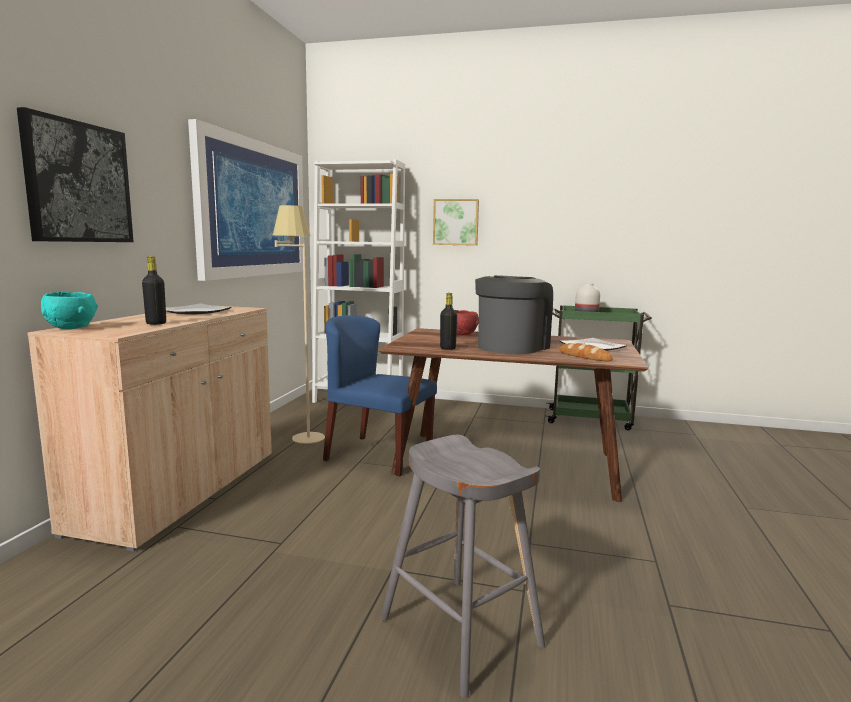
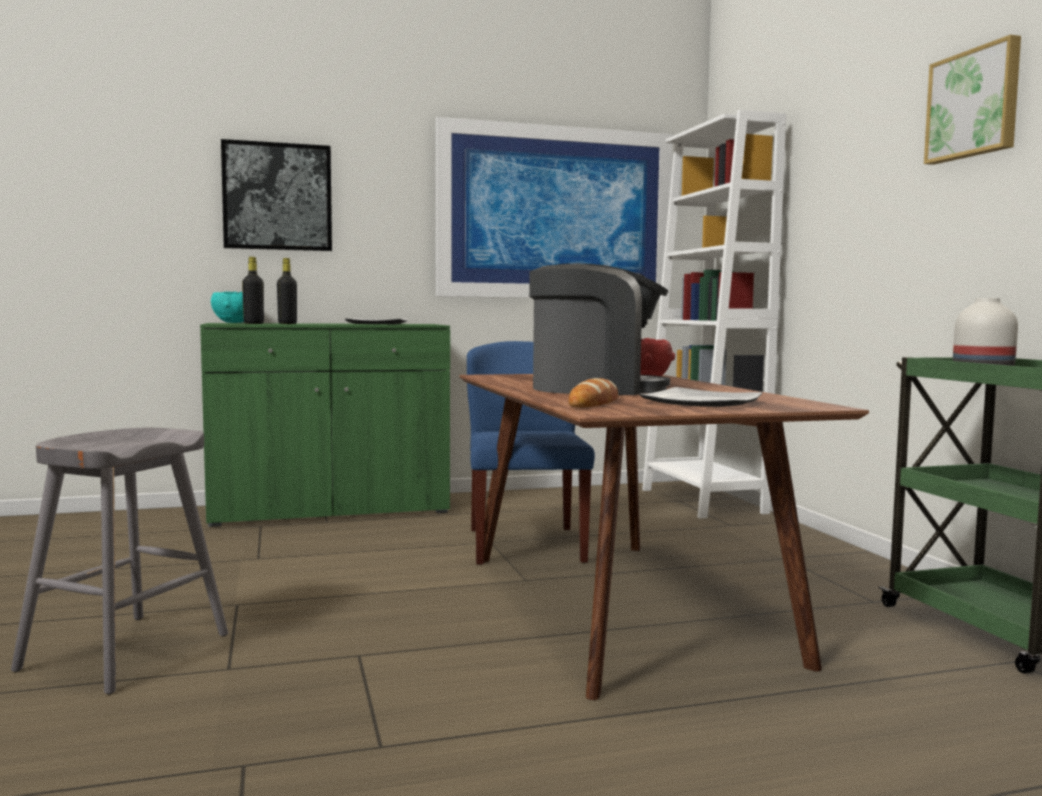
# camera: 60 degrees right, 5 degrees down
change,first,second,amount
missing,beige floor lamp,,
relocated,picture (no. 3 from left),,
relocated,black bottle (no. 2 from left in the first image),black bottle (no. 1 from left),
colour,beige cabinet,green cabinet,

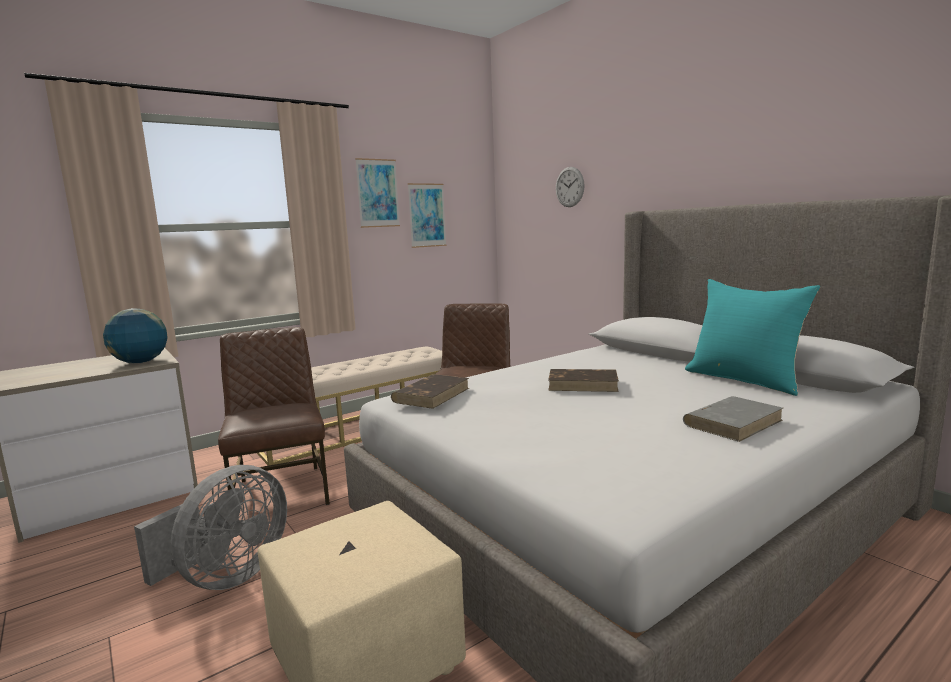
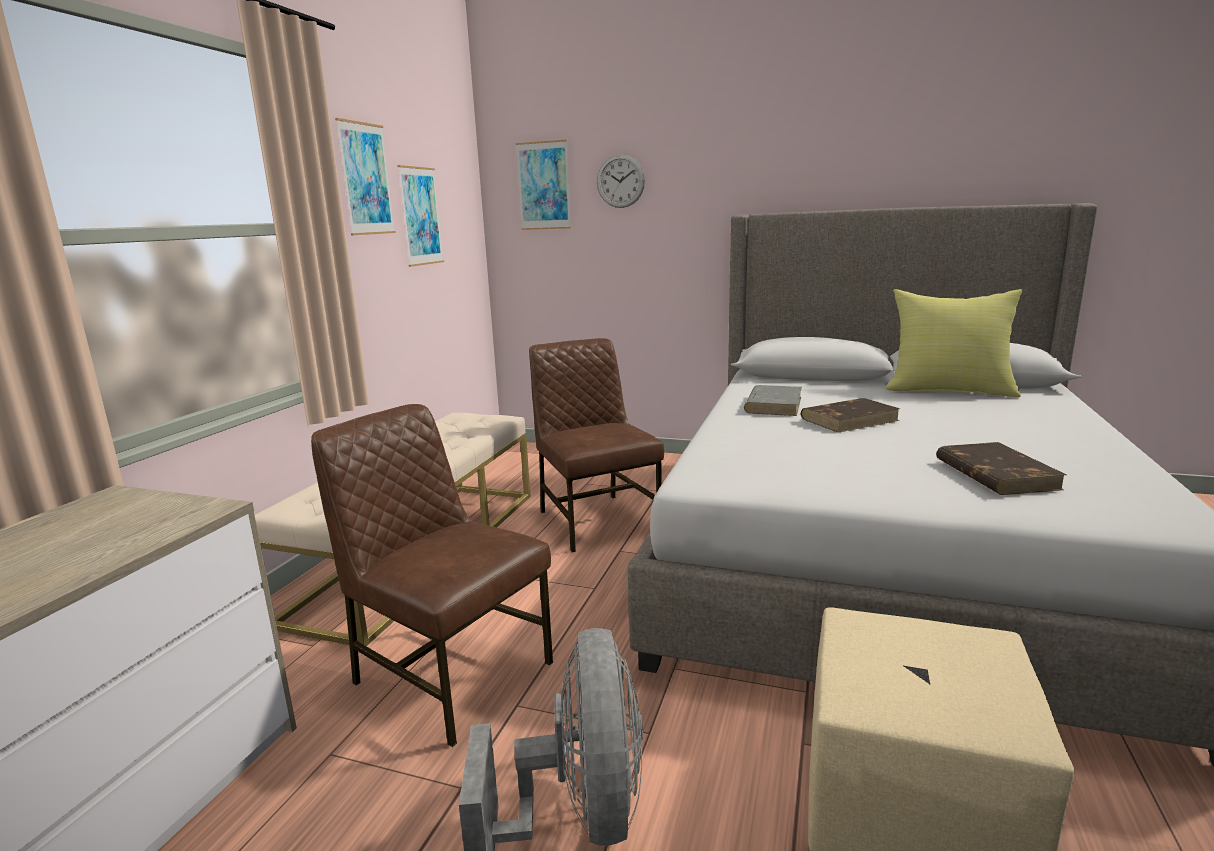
# camera: 35 degrees left, 5 degrees up
change,first,second,amount
missing,globe,,
appeared,,picture (no. 3 from left),
relocated,brown book (no. 1 from left in the first image),brown book (no. 2 from left),
relocated,grey book,,
colour,turquoise pillow,yellow pillow,

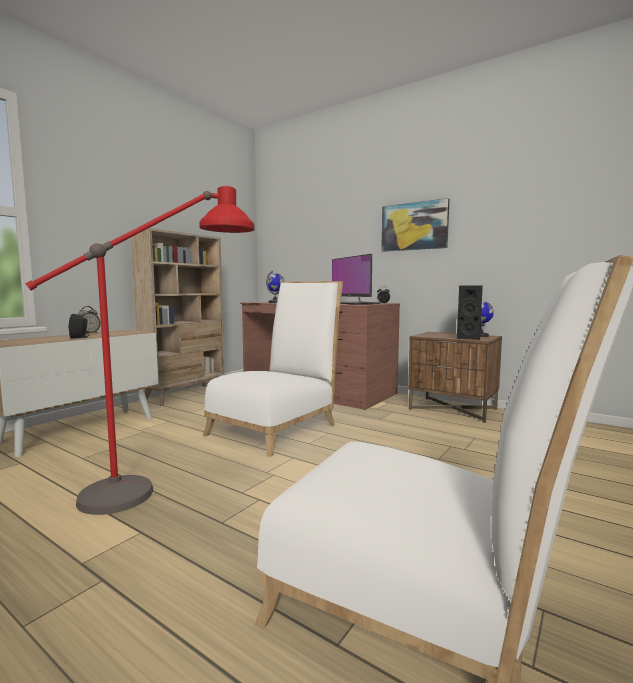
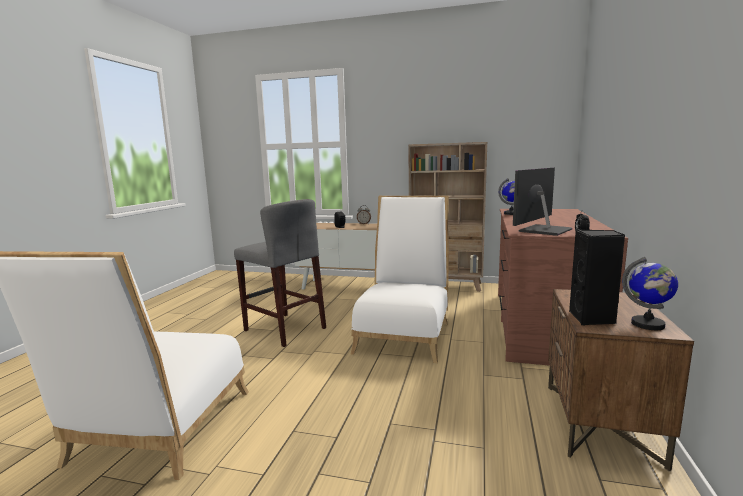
# camera: 70 degrees right, 5 degrees up
change,first,second,amount
missing,picture,,
exchanged,red floor lamp,grey stool,
spun,white chair (no. 1 from left in the first image),white chair (no. 2 from left),90 degrees counterclockwise

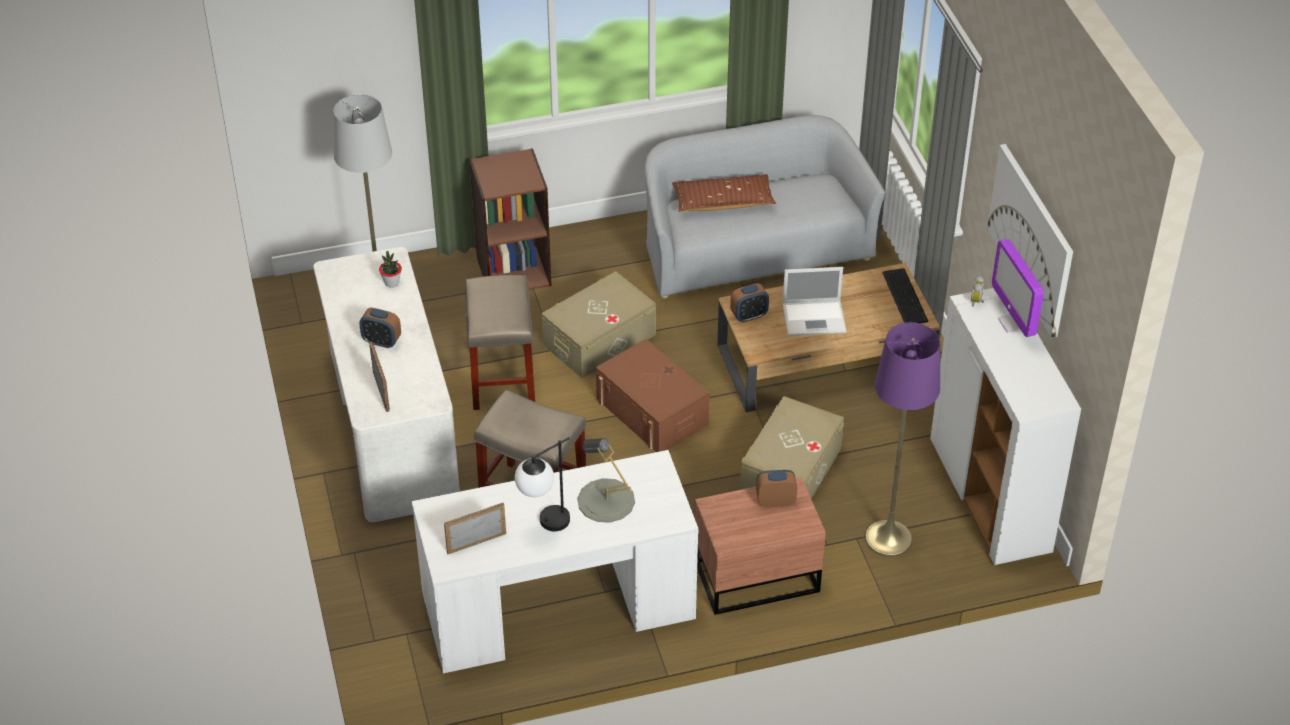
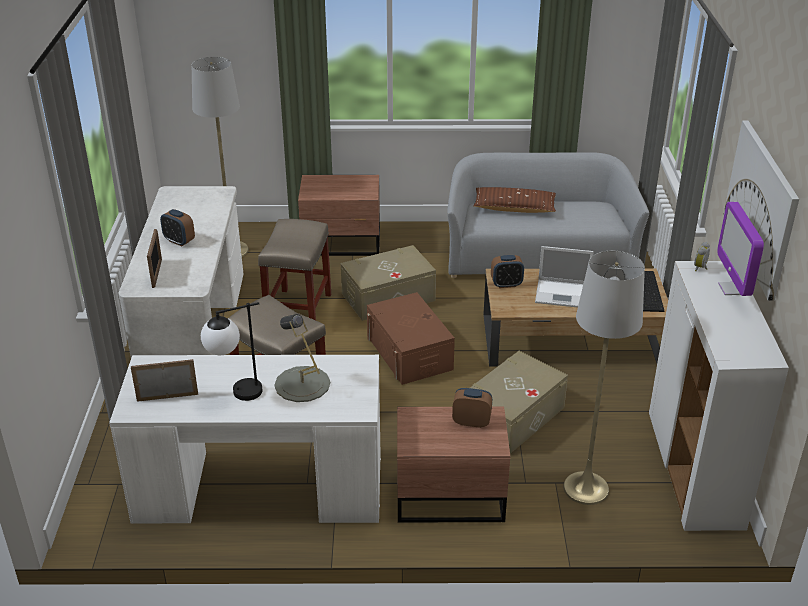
# camera: 15 degrees right, 10 degrees down
change,first,second,amount
missing,potted plant,,
exchanged,brown bookcase,brown nightstand (no. 1 from left),
colour,purple floor lamp,grey floor lamp (no. 2 from left),

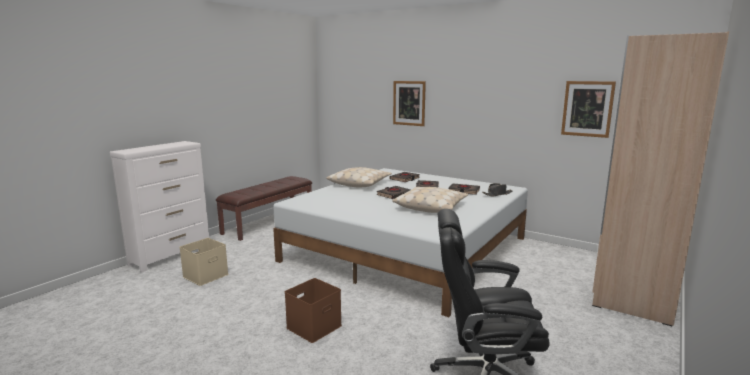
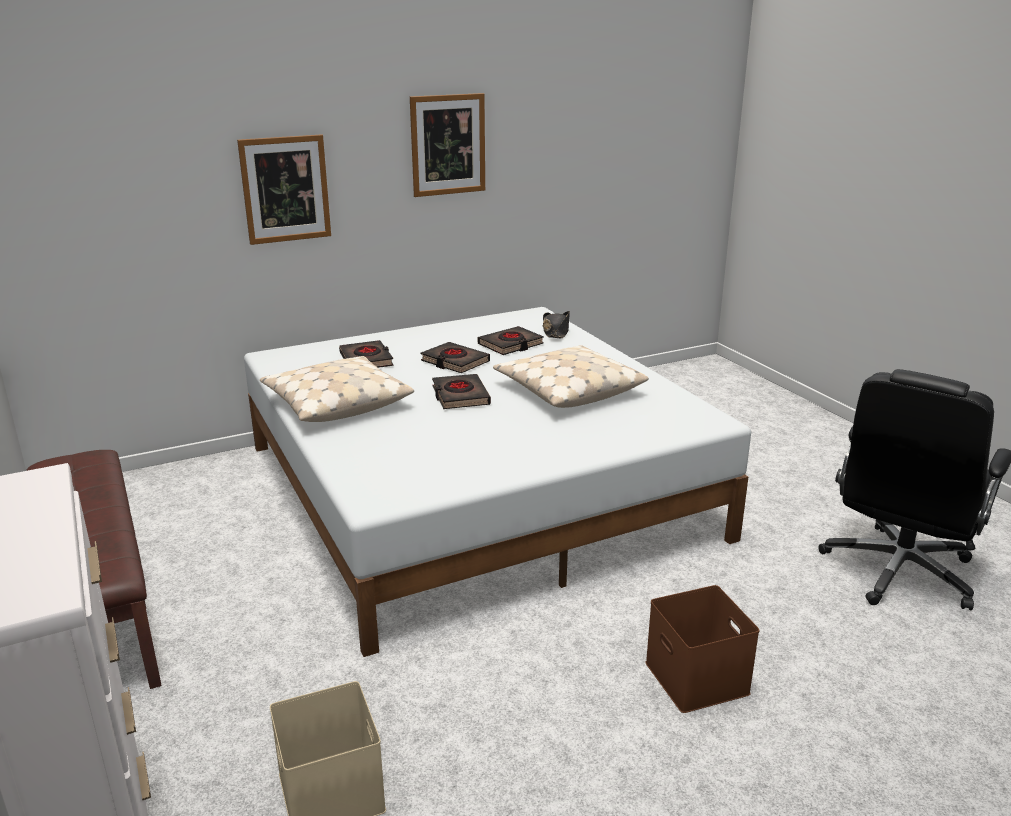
# camera: 60 degrees left, 10 degrees up
change,first,second,amount
missing,beige wardrobe,,
relocated,picture (no. 2 from left),,

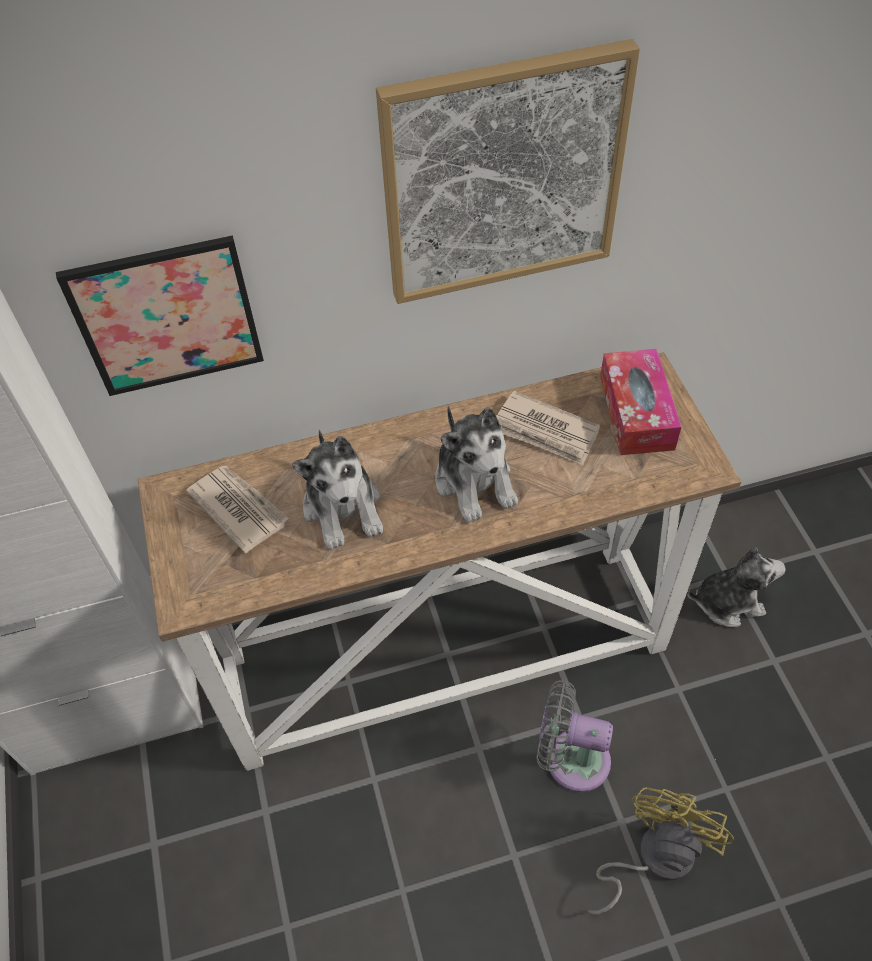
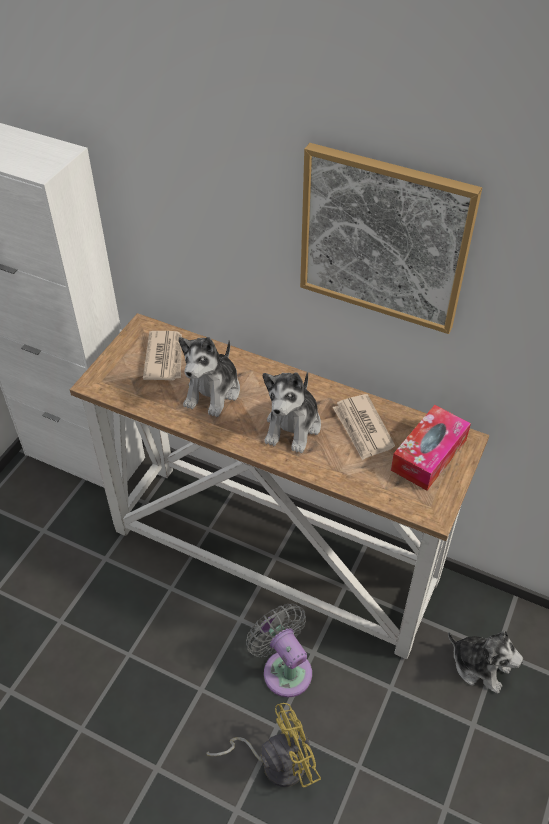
# camera: 40 degrees right, 5 degrees down
change,first,second,amount
missing,picture (no. 1 from left),,

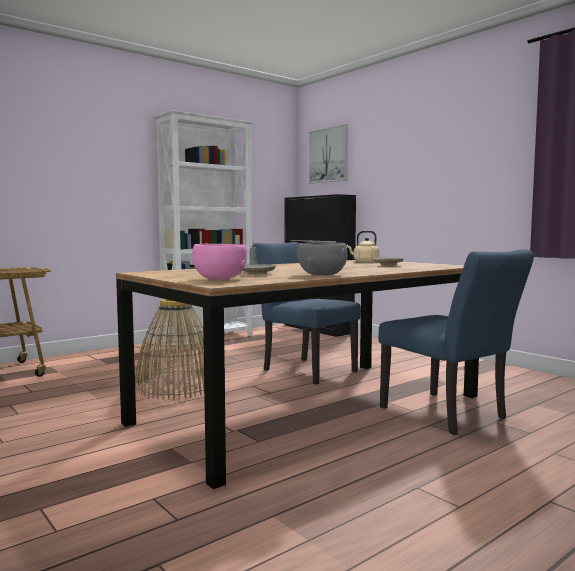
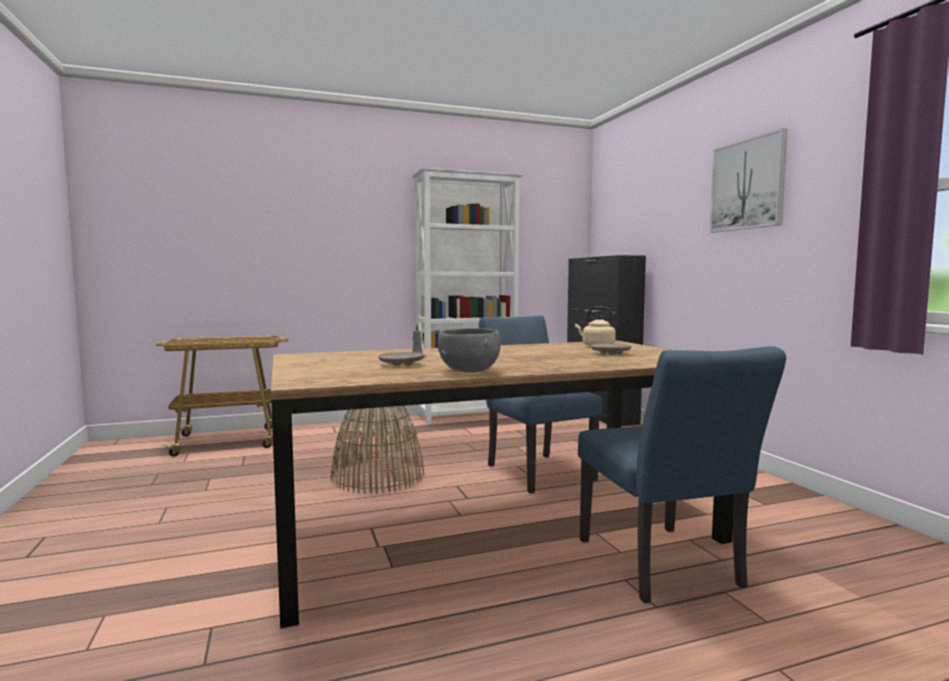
# camera: 20 degrees right, 0 degrees up
change,first,second,amount
missing,pink bowl,,
relocated,picture,,

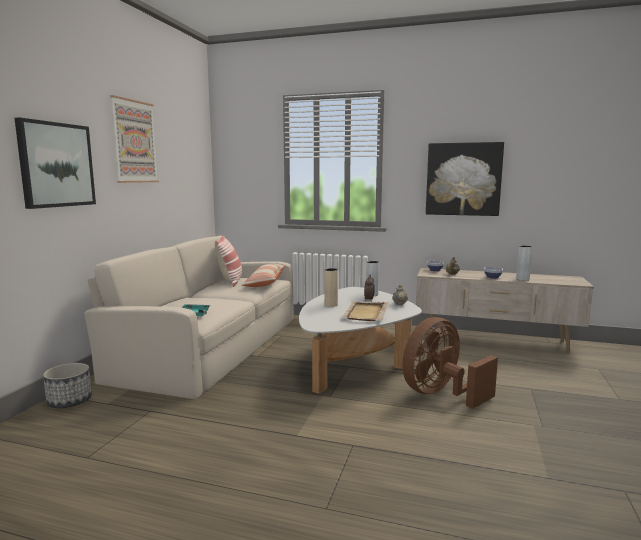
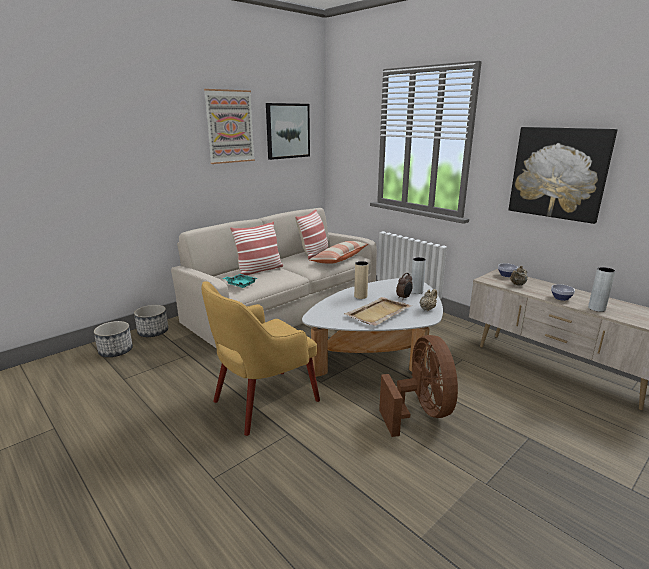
# camera: 30 degrees right, 10 degrees up
change,first,second,amount
appeared,,planter (no. 1 from left),
appeared,,yellow armchair,
appeared,,pillow (no. 1 from left),
relocated,picture (no. 1 from left in the first image),picture (no. 2 from left),
spun,brown fan,,90 degrees clockwise

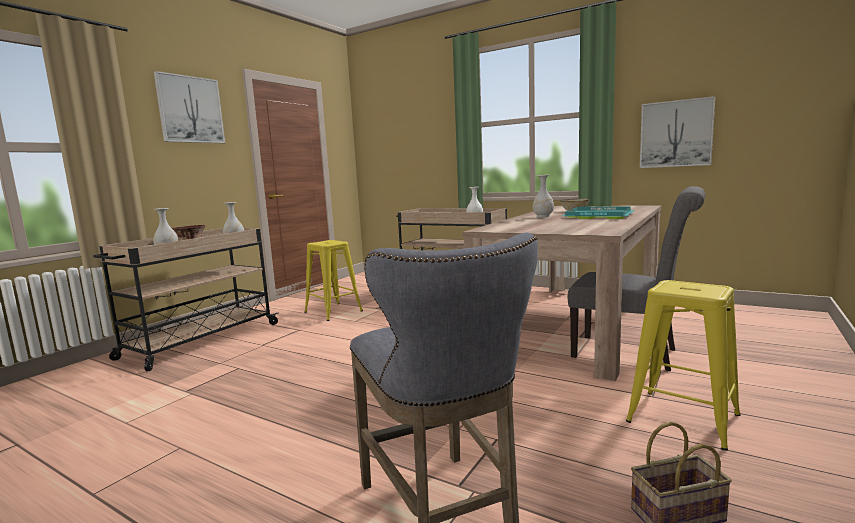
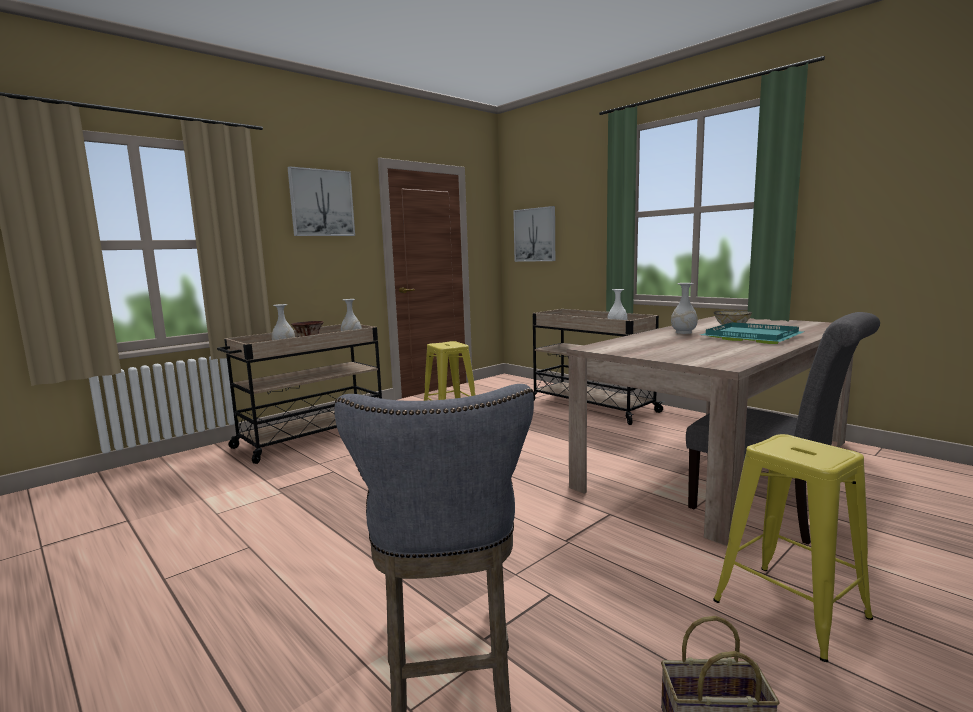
# camera: 15 degrees right, 0 degrees up
change,first,second,amount
relocated,picture (no. 2 from left),,

